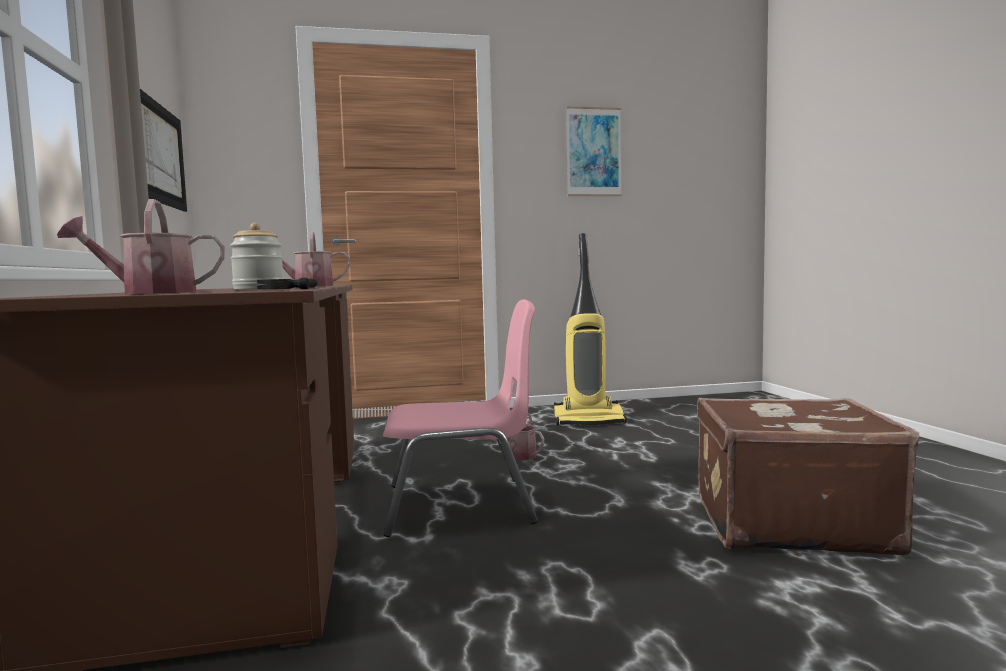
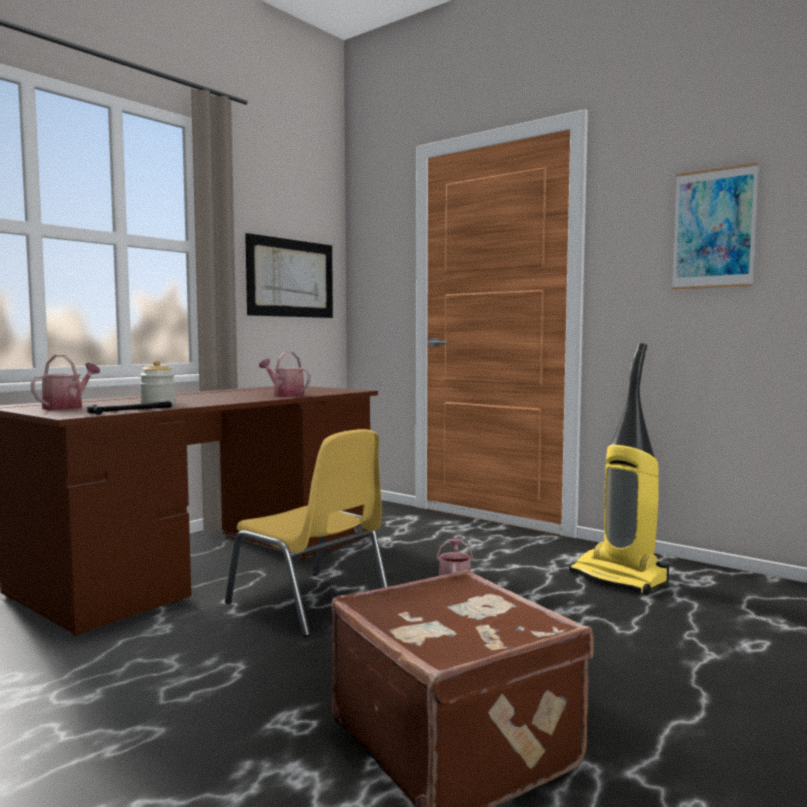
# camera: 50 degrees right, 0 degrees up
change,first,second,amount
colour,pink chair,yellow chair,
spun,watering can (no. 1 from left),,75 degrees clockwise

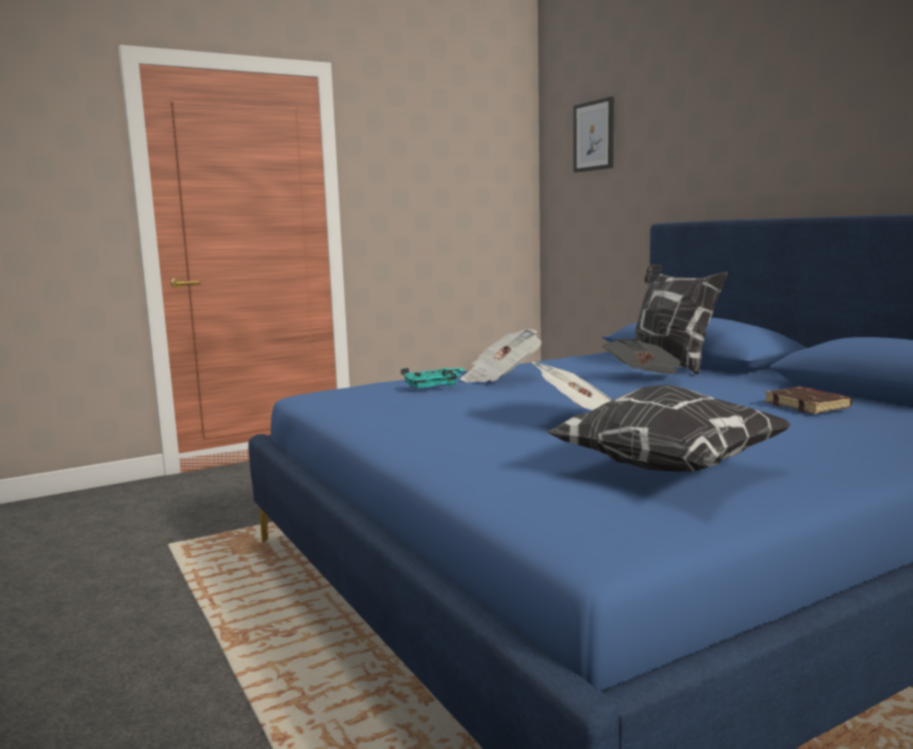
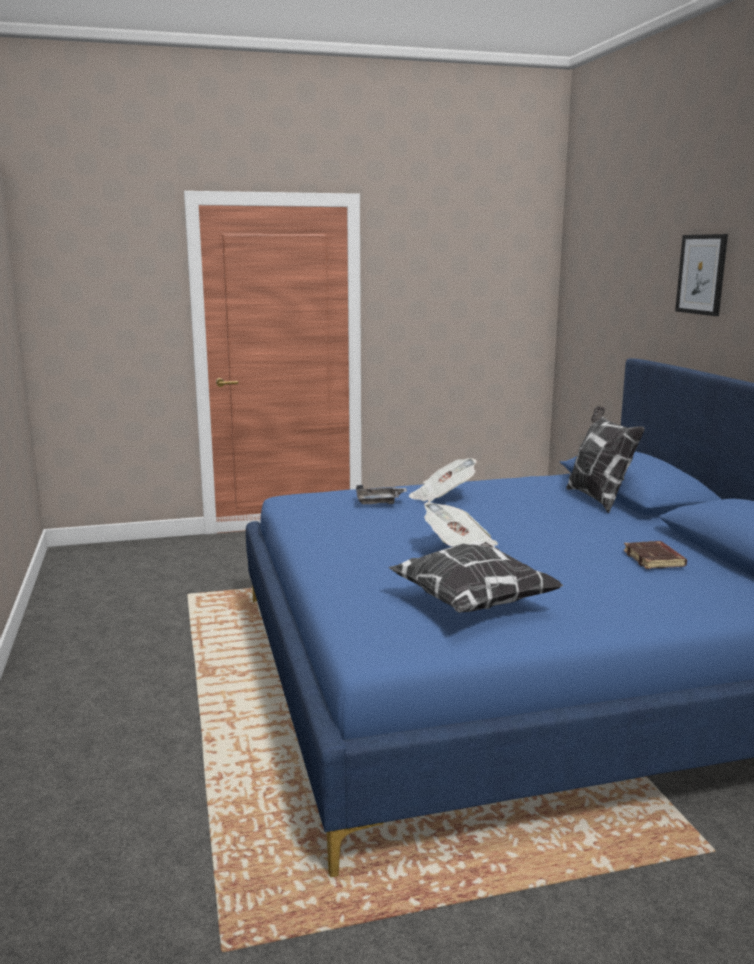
# camera: 15 degrees right, 5 degrees up
change,first,second,amount
missing,newspaper (no. 3 from left),,
relocated,picture,,
colour,turquoise tray,grey tray,

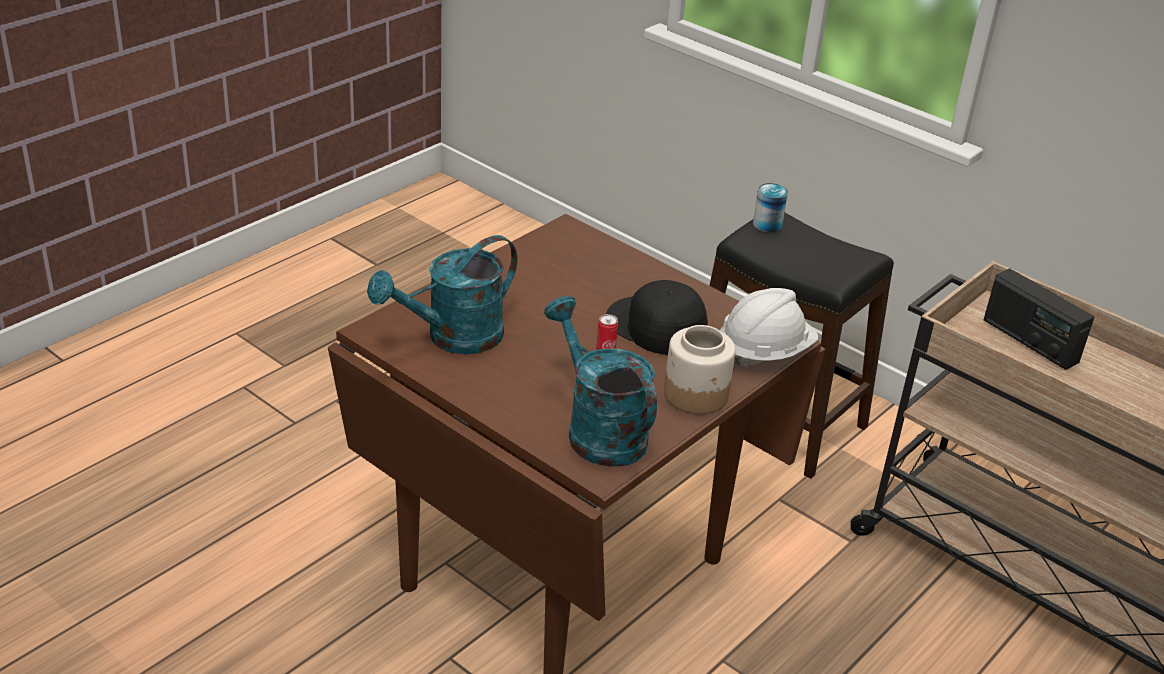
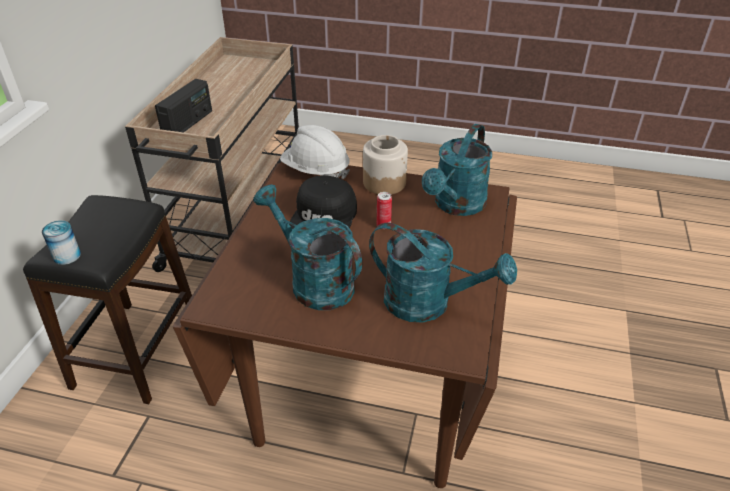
# camera: 115 degrees left, 5 degrees up
change,first,second,amount
appeared,,turquoise watering can (no. 1 from left),

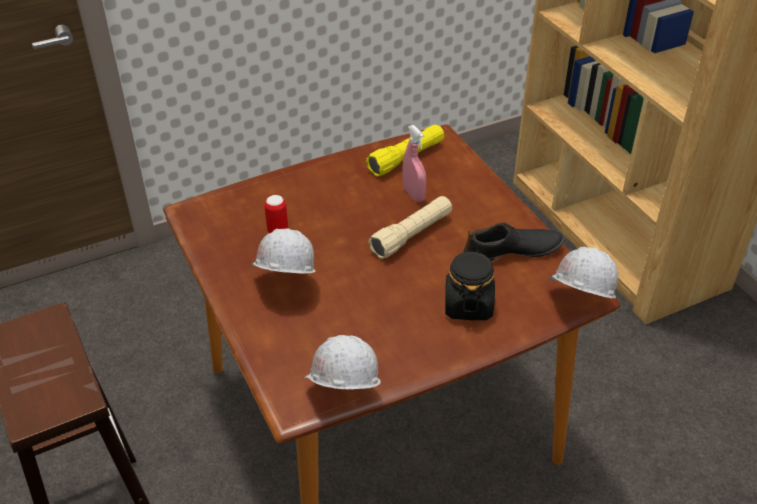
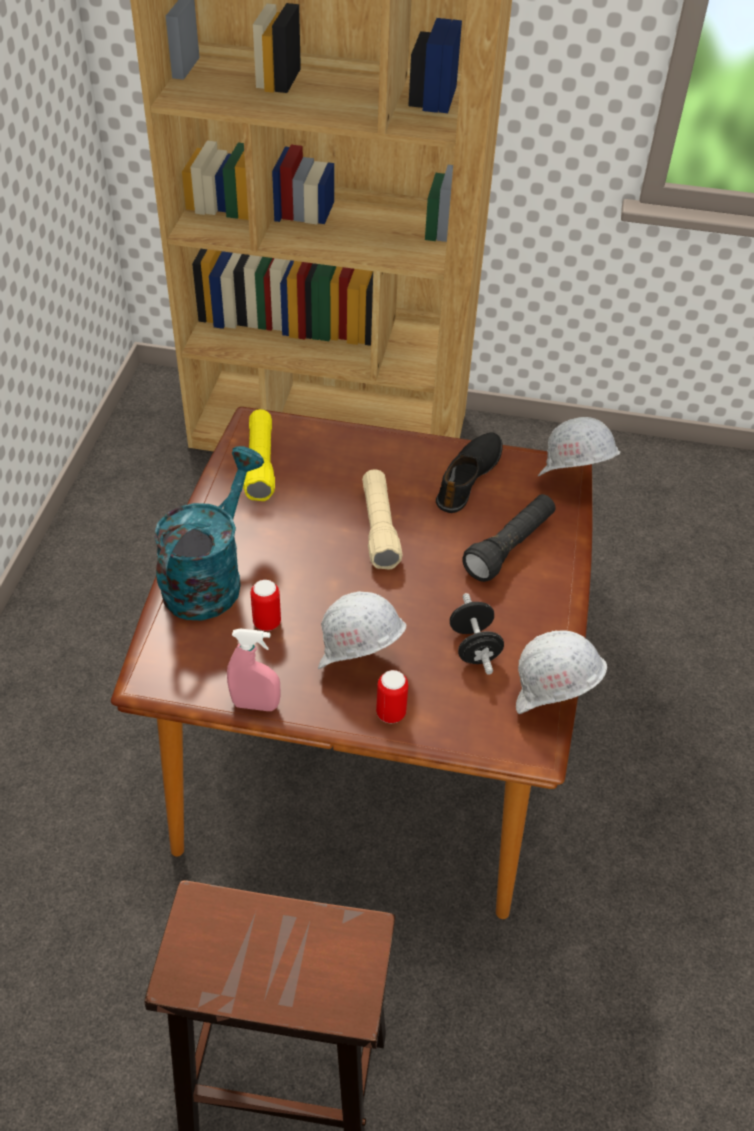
# camera: 55 degrees left, 5 degrees up
change,first,second,amount
appeared,,turquoise watering can,
appeared,,can (no. 2 from left),
appeared,,black dumbbell,
relocated,pink spray bottle,,
exchanged,black jar,black flashlight,

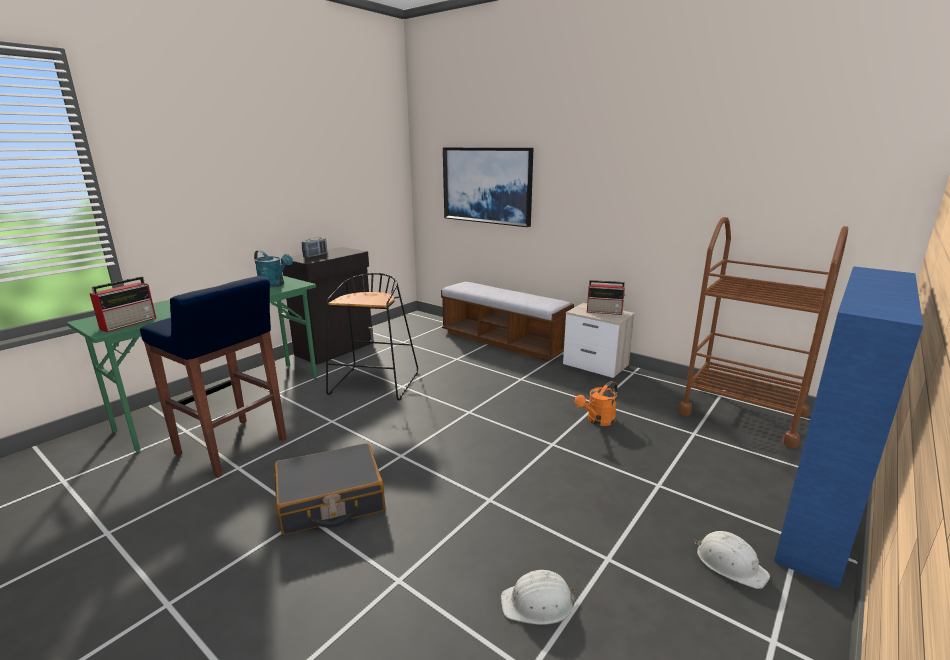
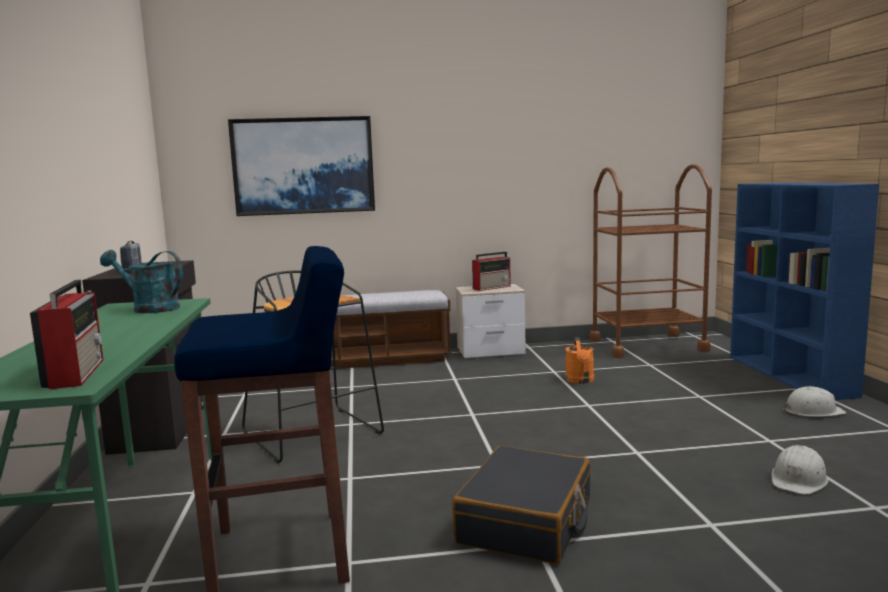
# camera: 45 degrees left, 10 degrees down
change,first,second,amount
spun,turquoise watering can,,150 degrees counterclockwise

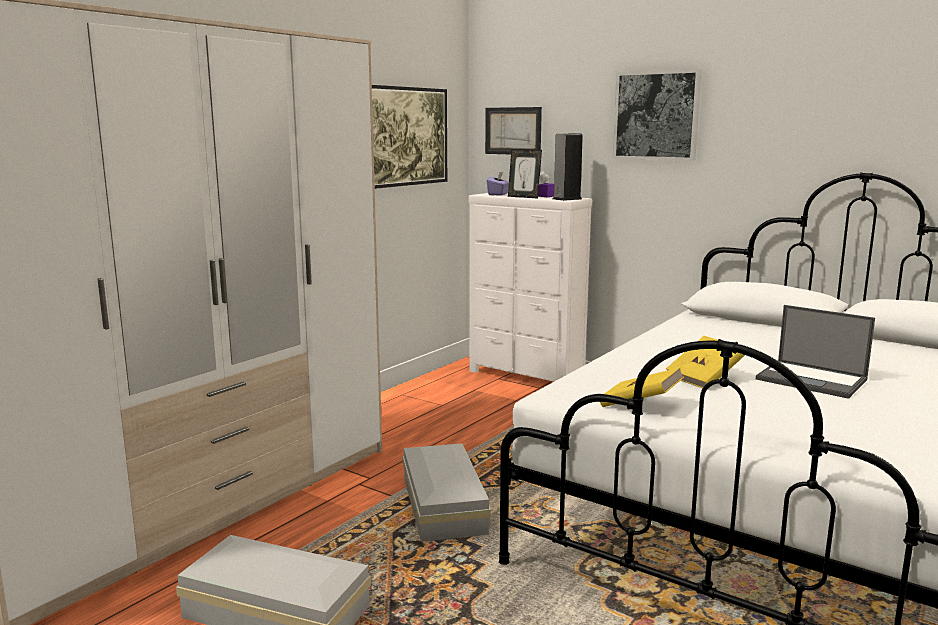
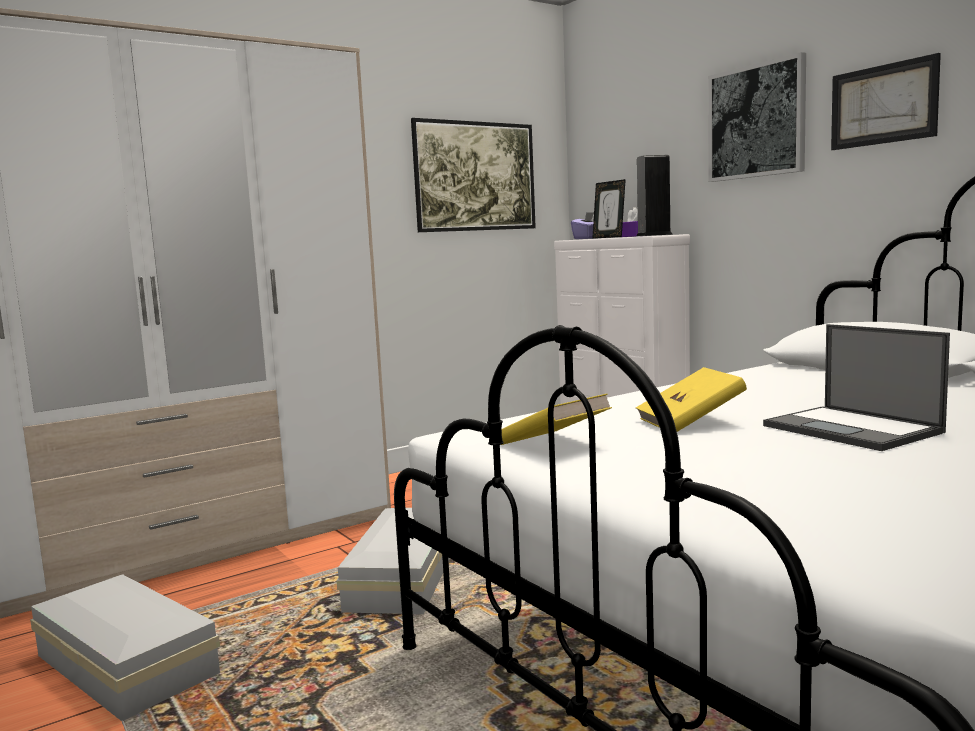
# camera: 20 degrees right, 5 degrees down
change,first,second,amount
relocated,picture (no. 2 from left in the first image),picture (no. 3 from left),

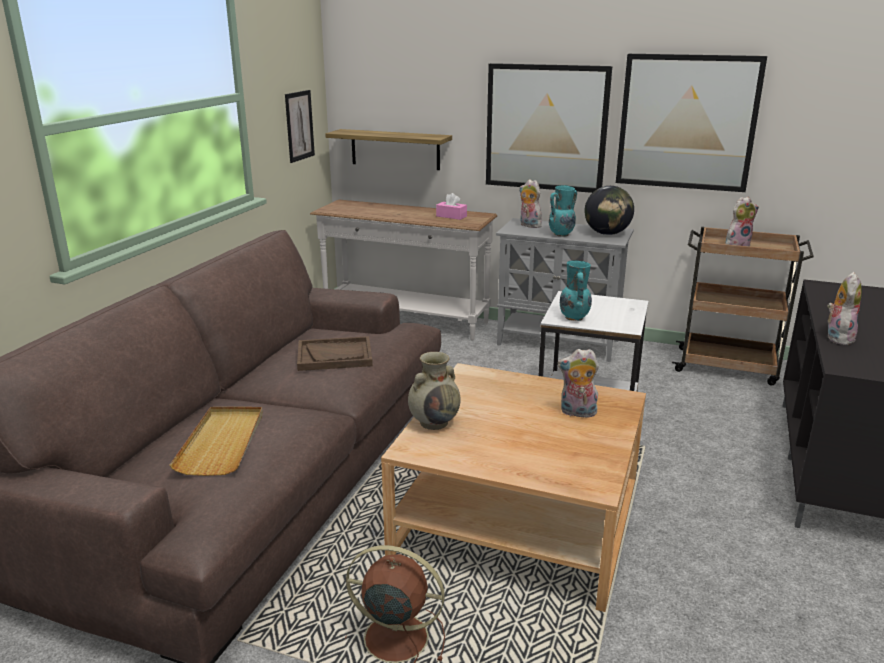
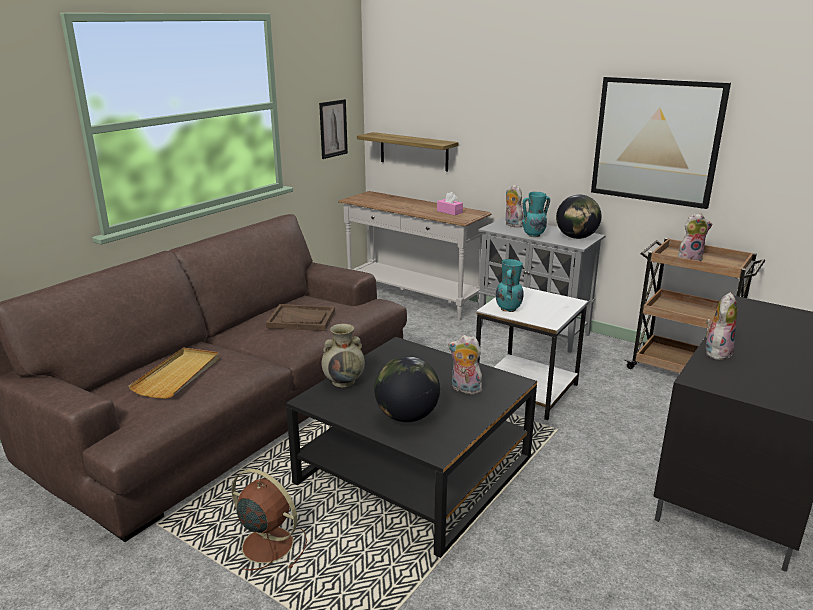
# camera: 15 degrees right, 0 degrees up
change,first,second,amount
missing,picture (no. 2 from left),,
appeared,,globe (no. 1 from left),
colour,beige coffee table,black coffee table,

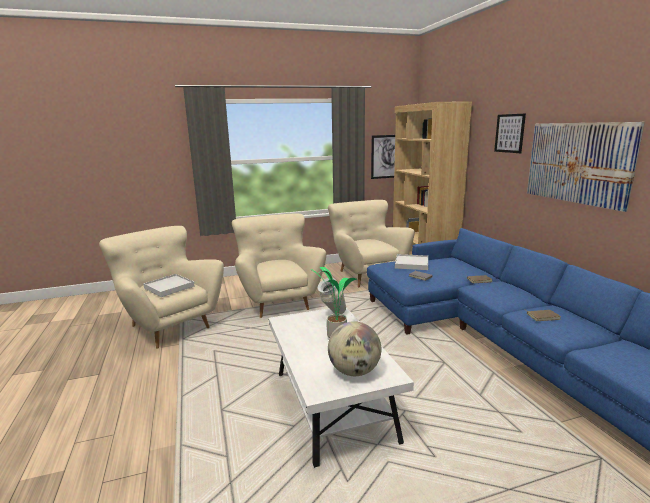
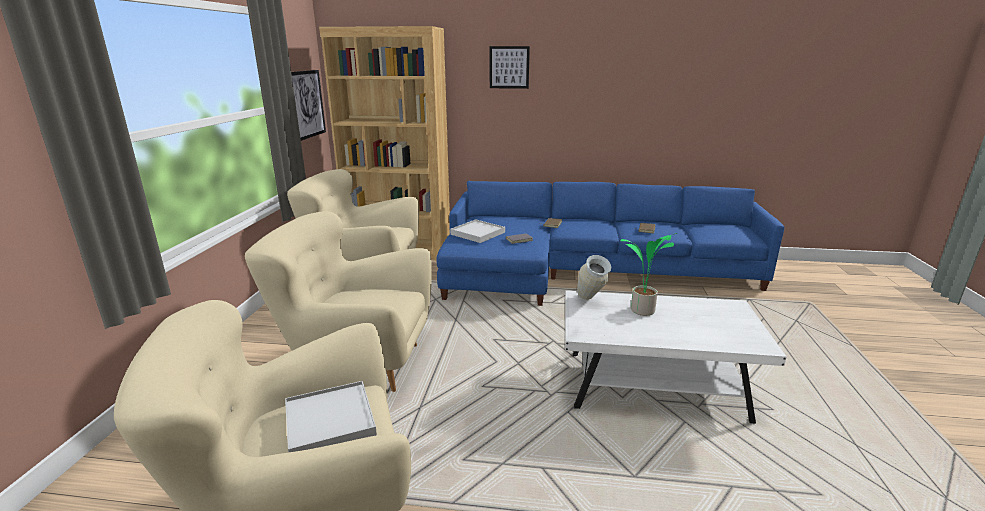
# camera: 65 degrees left, 5 degrees up
change,first,second,amount
missing,globe,,
missing,picture (no. 3 from left),,

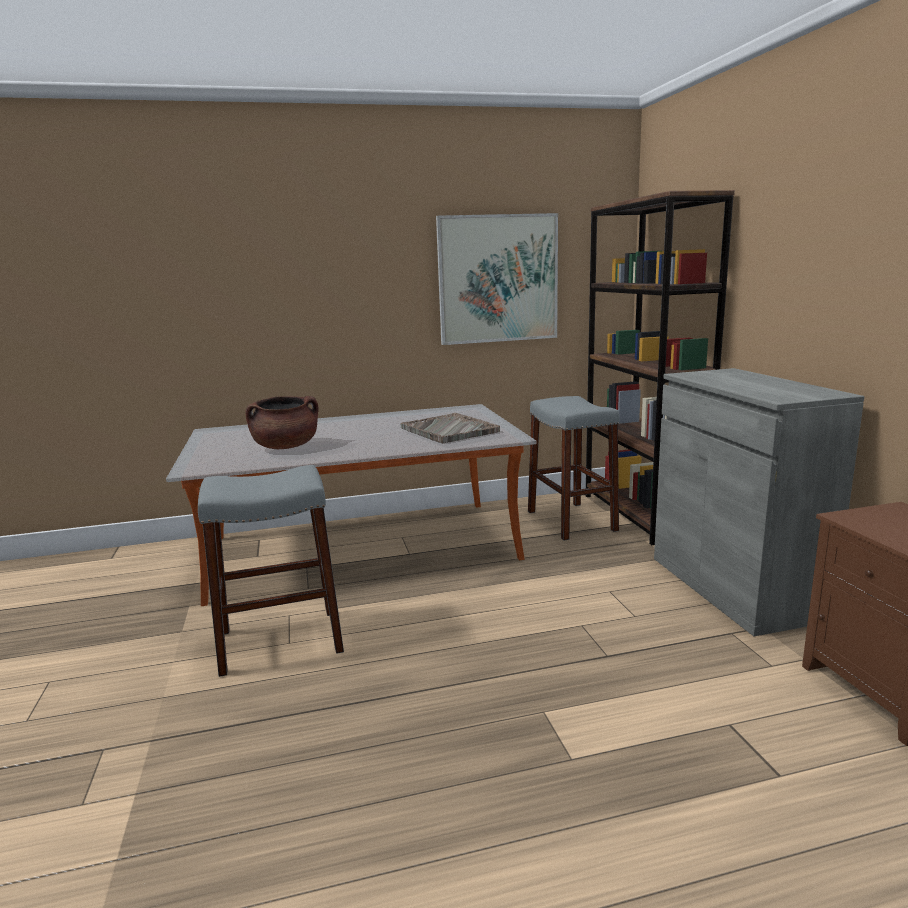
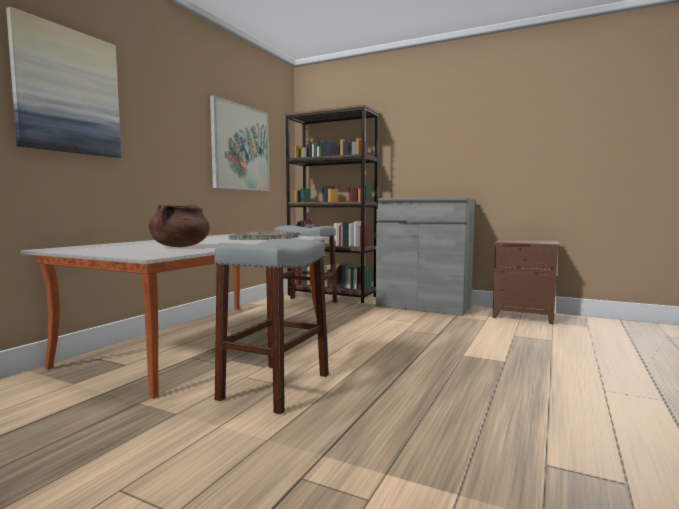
# camera: 50 degrees left, 10 degrees down
change,first,second,amount
appeared,,picture (no. 1 from left),

